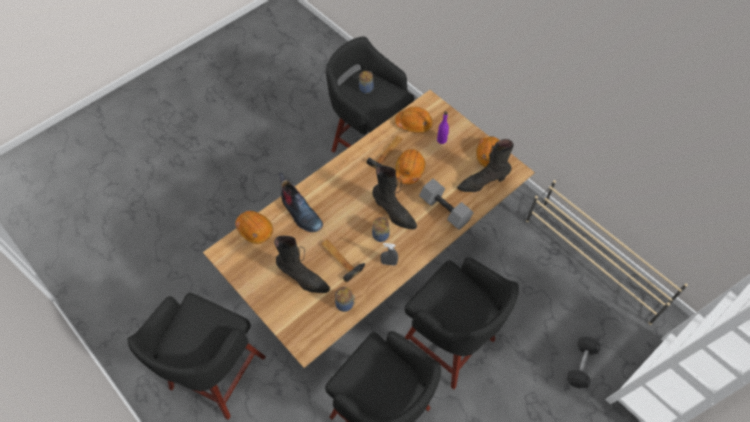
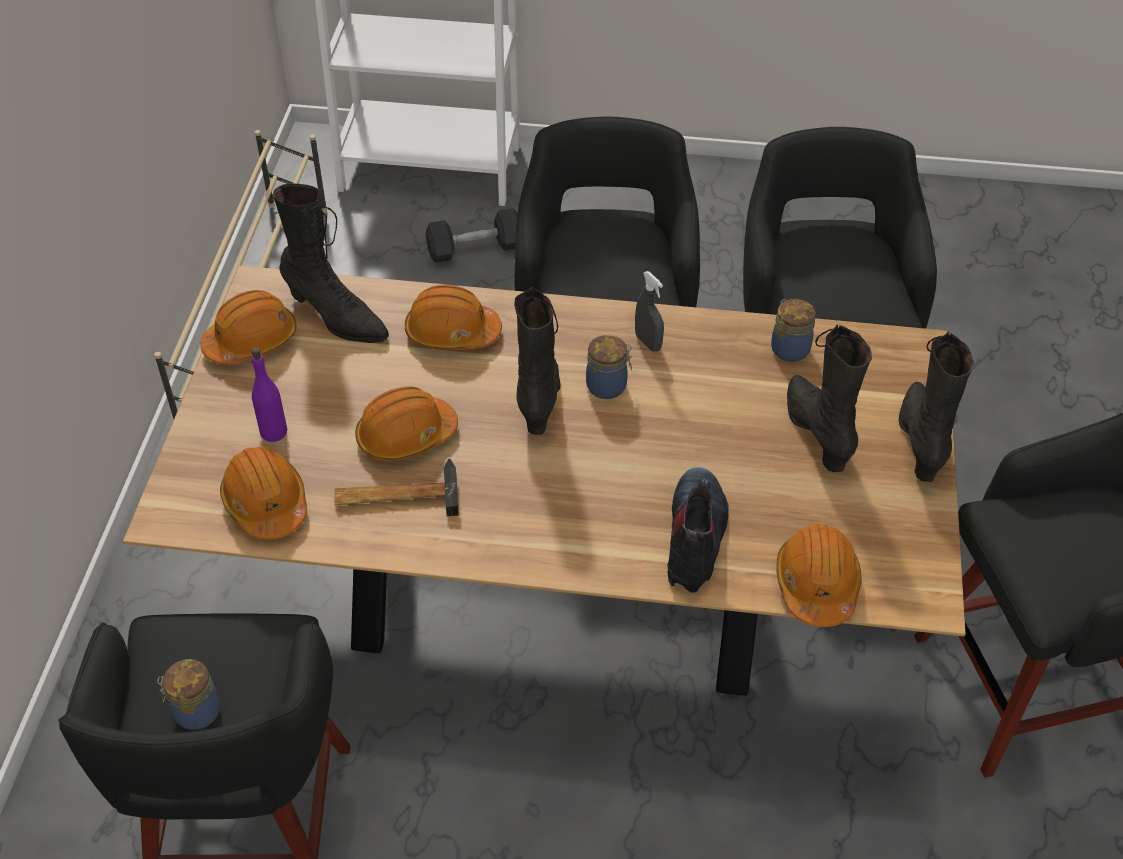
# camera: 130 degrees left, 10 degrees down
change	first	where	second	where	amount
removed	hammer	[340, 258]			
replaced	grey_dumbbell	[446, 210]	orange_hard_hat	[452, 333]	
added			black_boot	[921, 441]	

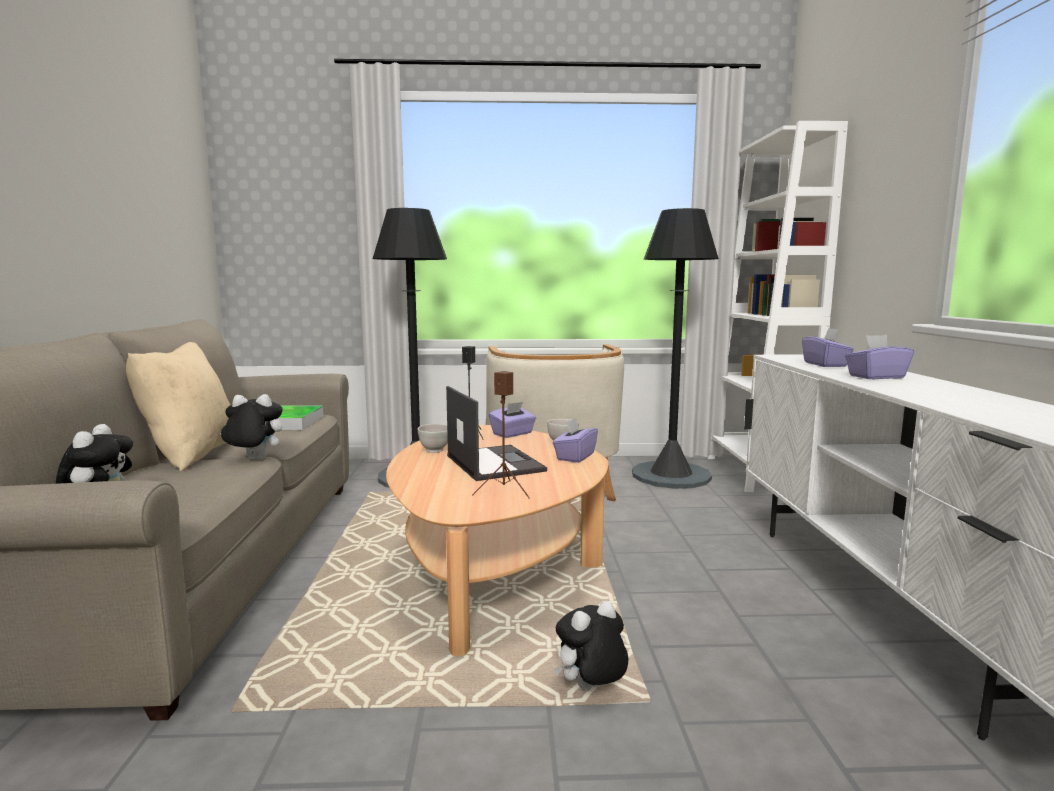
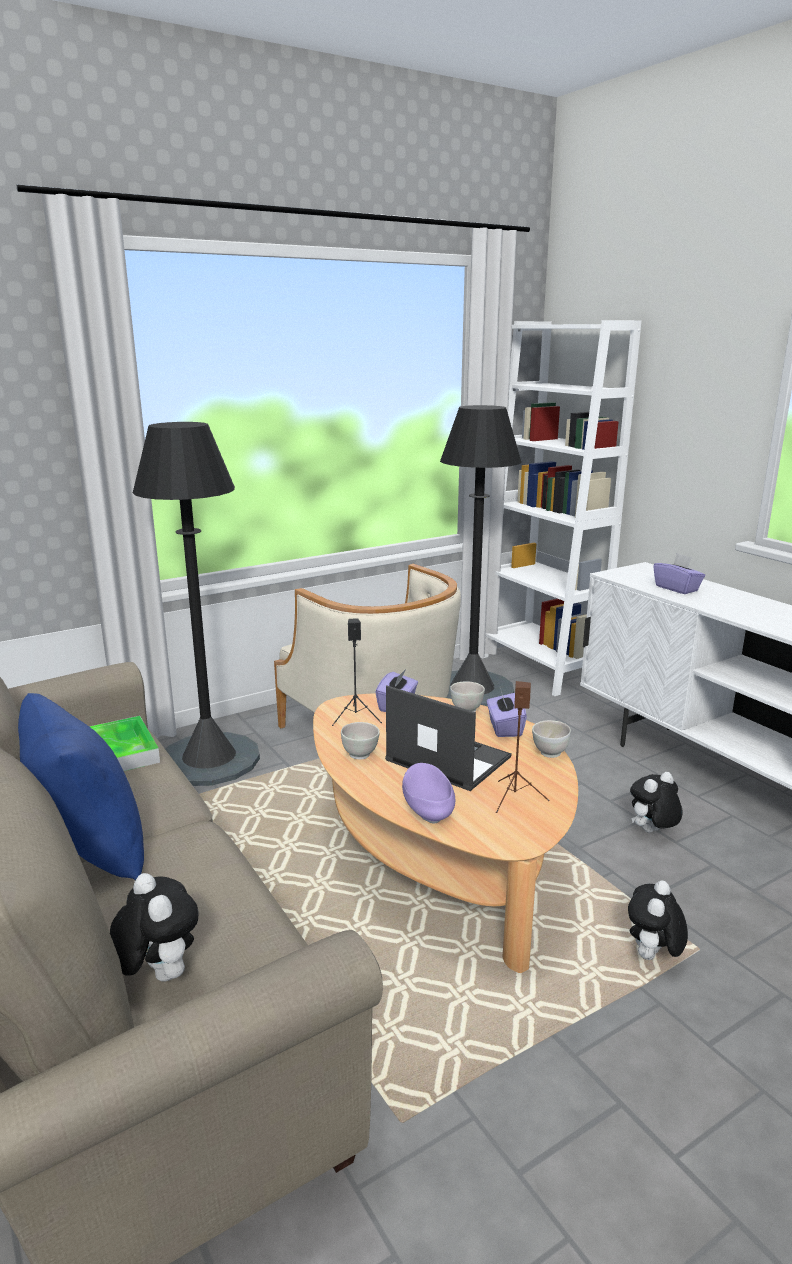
# camera: 30 degrees left, 10 degrees up
change	first	where	second	where	amount
recoloured	beige_pillow	[191, 454]	blue_pillow	[89, 848]	
moved	plush_toy	[254, 459]		[652, 832]	
removed	purple_tissue_box	[876, 377]			
added			purple_bowl	[428, 807]	
added			white_bowl	[549, 753]	

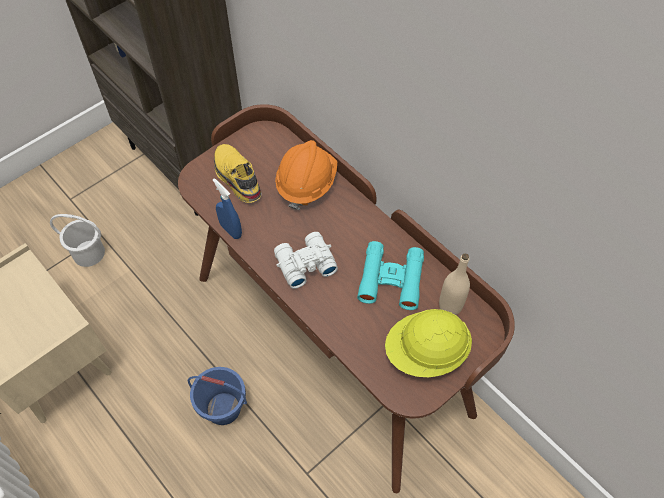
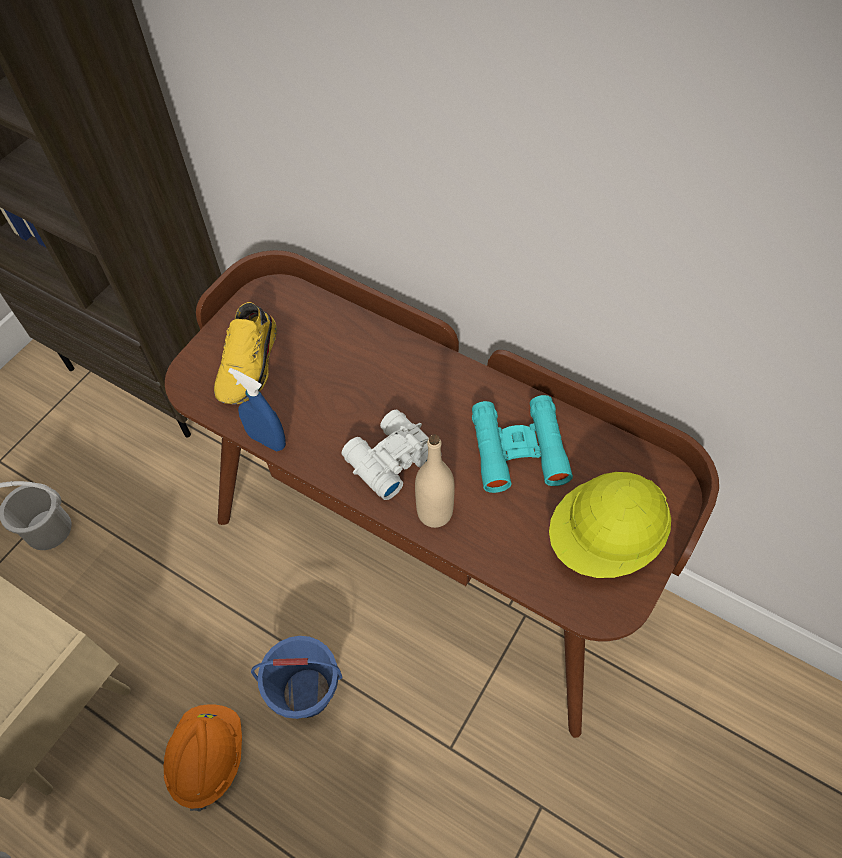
# camera: 15 degrees left, 0 degrees up
change	first	where	second	where	amount
turned	yellow_shoe	[236, 178]		[250, 365]	120 degrees counterclockwise
moved	orange_hard_hat	[306, 183]		[208, 758]	
moved	beige_bottle	[450, 306]		[434, 513]	

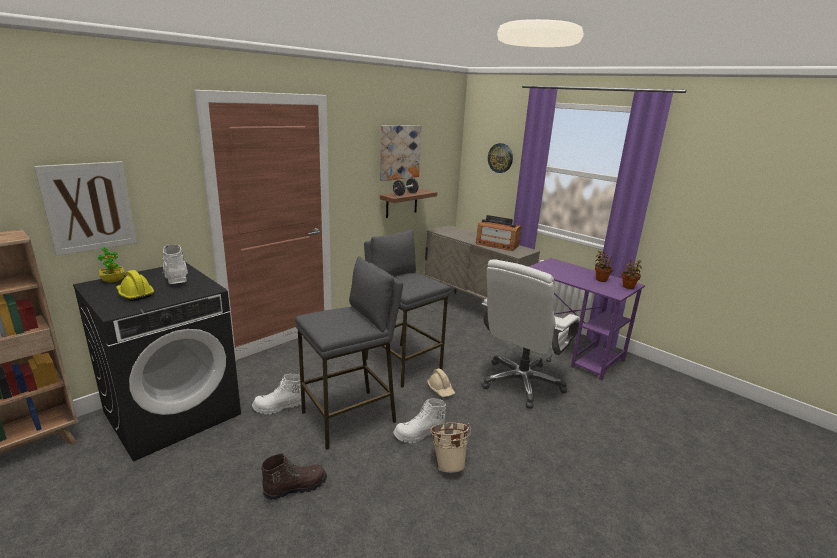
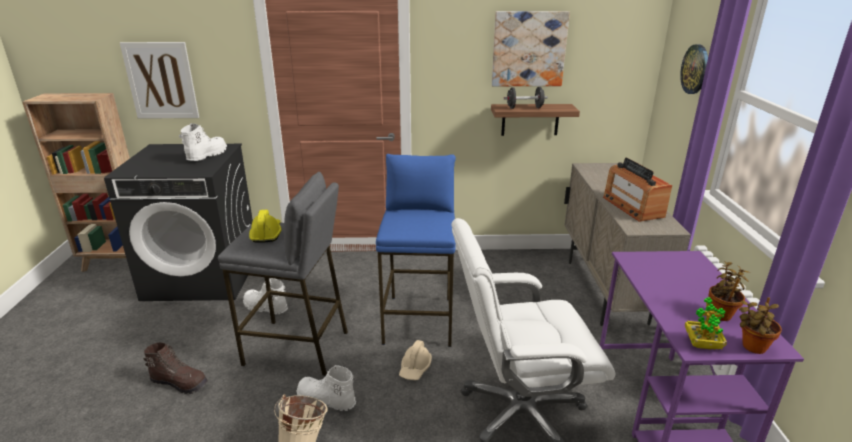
# camera: 45 degrees right, 5 degrees up
change	first	where	second	where	amount
moved	potted_plant	[113, 280]		[702, 344]	
moved	yellow_hard_hat	[135, 294]		[266, 234]	
recoloured	grey_stool	[402, 364]	blue_stool	[419, 320]	

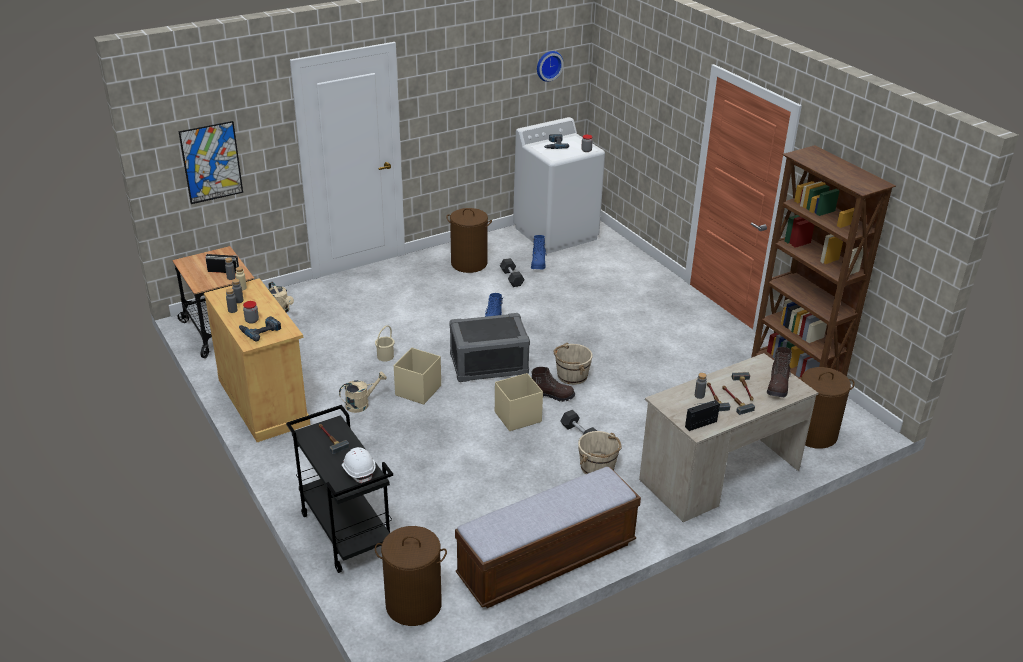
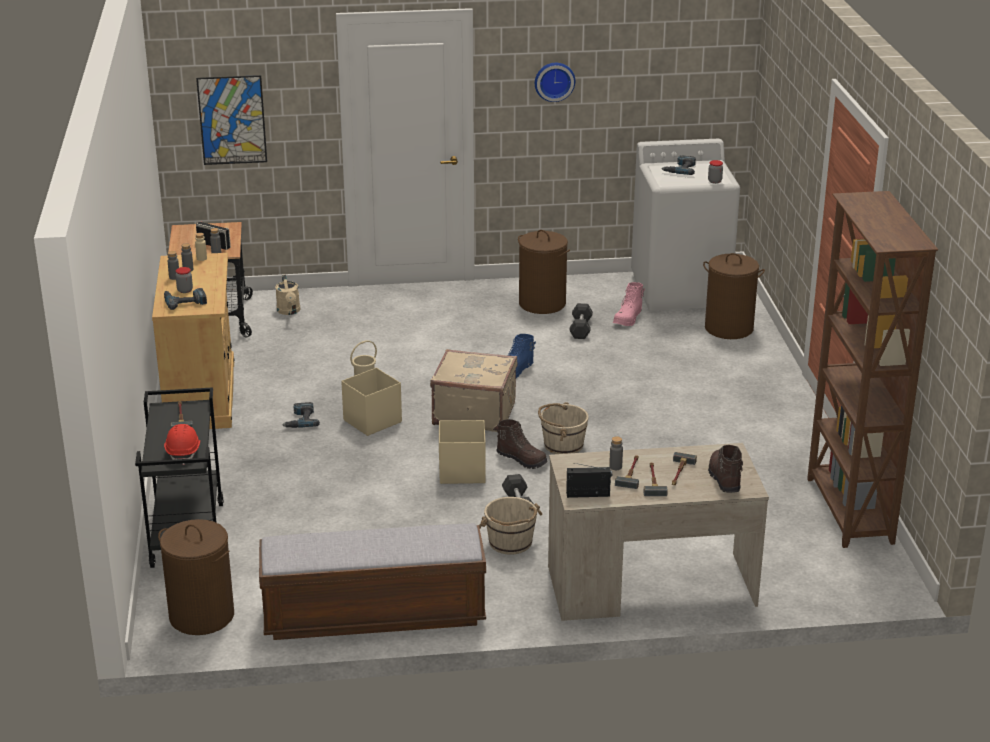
# camera: 25 degrees right, 5 degrees down
change	first	where	second	where	amount
replaced	beige_watering_can	[361, 404]	power_drill	[300, 420]	
recoloured	white_hard_hat	[359, 471]	red_hard_hat	[183, 452]	
replaced	grey_storage_box	[488, 365]	beige_suitcase	[474, 413]	
recoloured	blue_boot	[538, 263]	pink_boot	[628, 319]	
moved	wall_clock	[548, 65]		[554, 81]	
turned	brown_boot	[778, 386]		[724, 479]	135 degrees clockwise
moved	brown_laundry_basket	[814, 434]		[729, 328]	

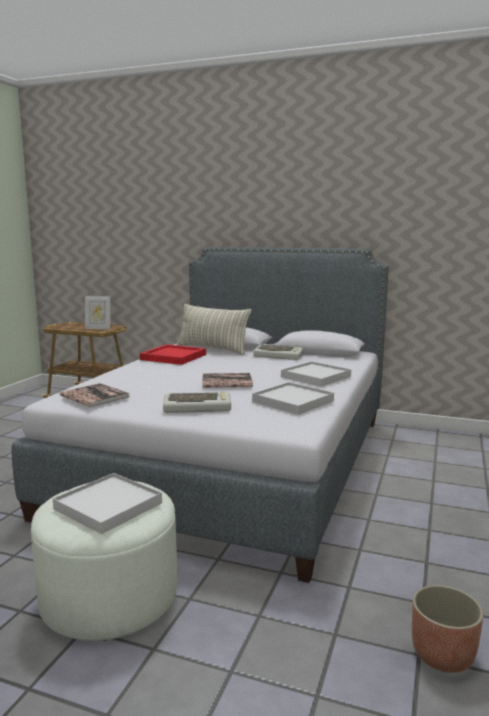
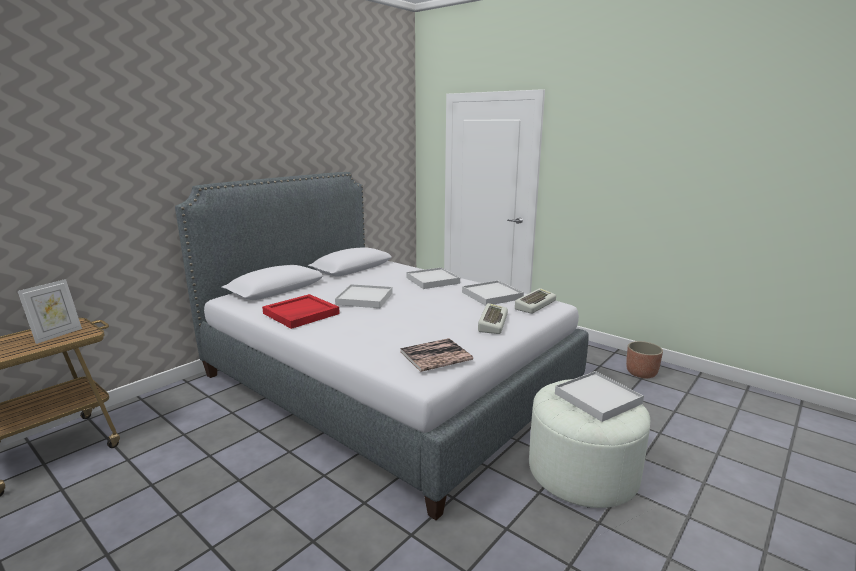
# camera: 70 degrees left, 5 degrees up
change	first	where	second	where	amount
removed	pillow	[212, 349]			
removed	book	[227, 381]			
moved	keyboard	[278, 356]		[534, 304]	
added			white_tray	[365, 299]	

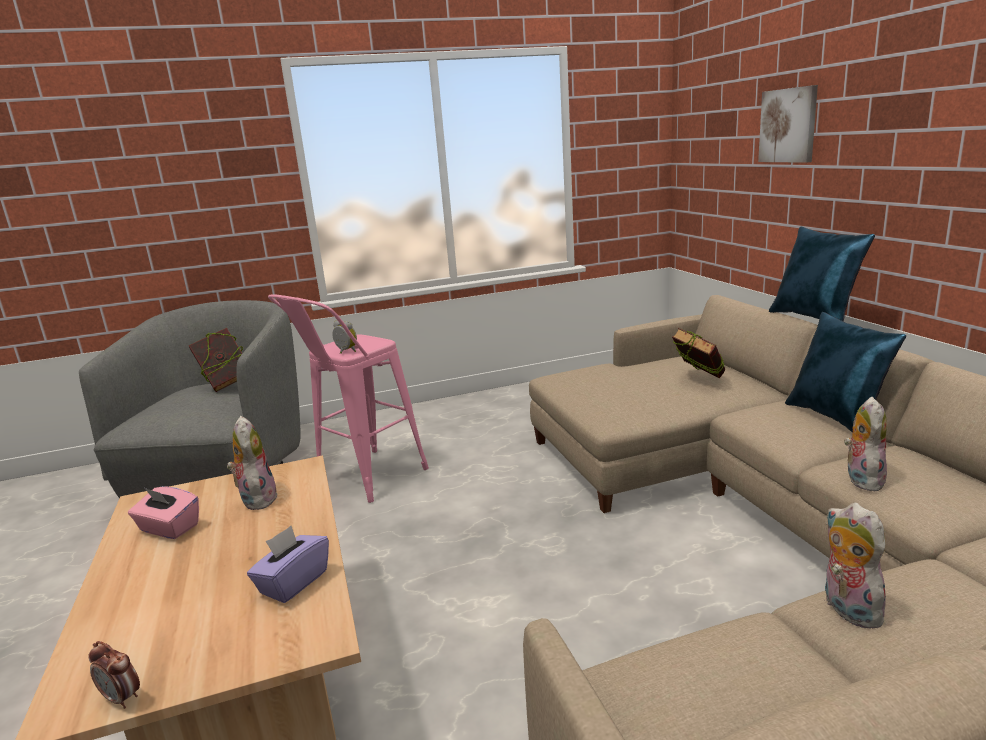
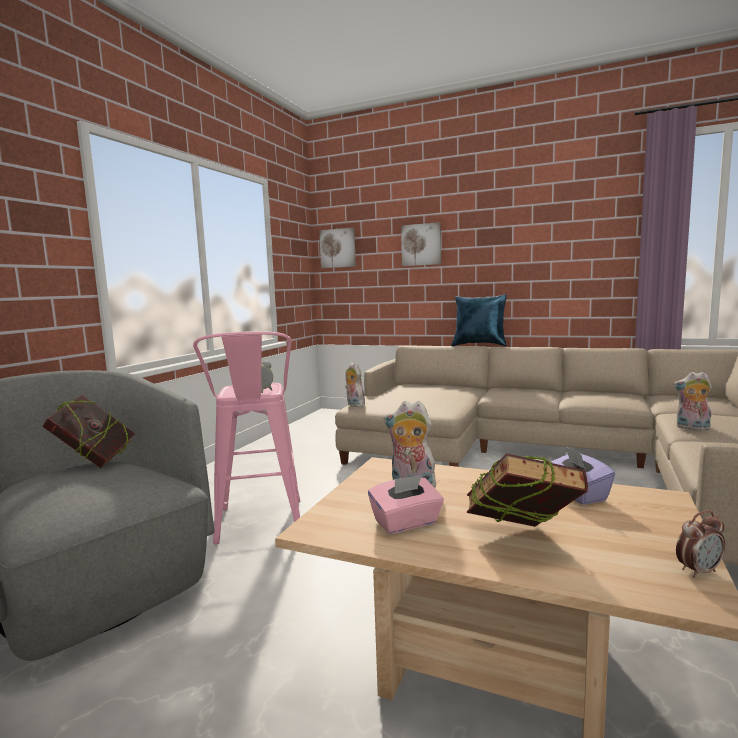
# camera: 50 degrees left, 10 degrees down
change	first	where	second	where	amount
moved	book	[698, 380]		[521, 542]	
removed	blue_pillow	[837, 419]			
moved	plush_toy	[861, 479]		[354, 405]	
added			picture	[338, 248]	

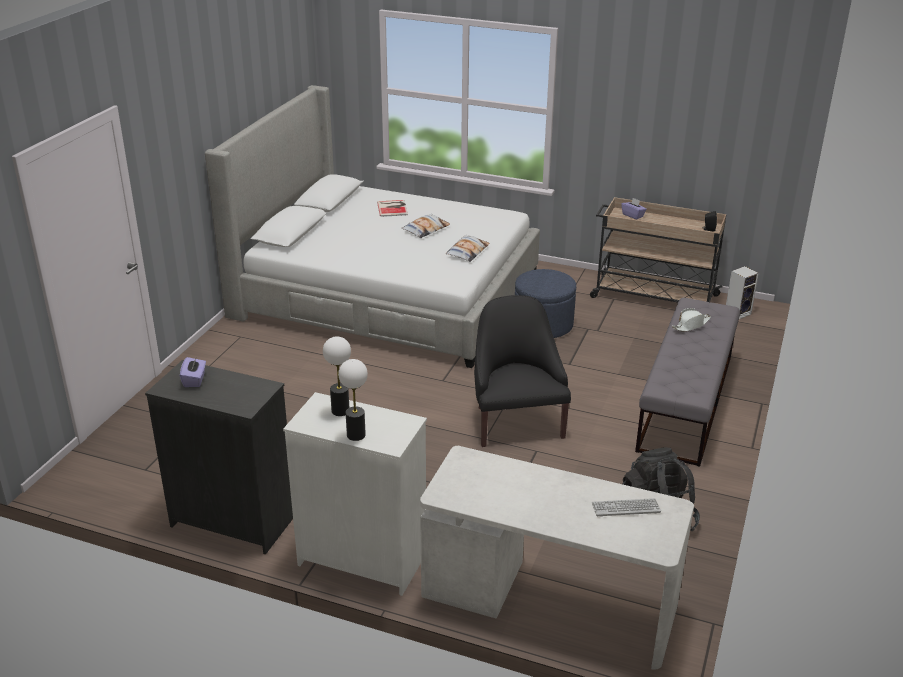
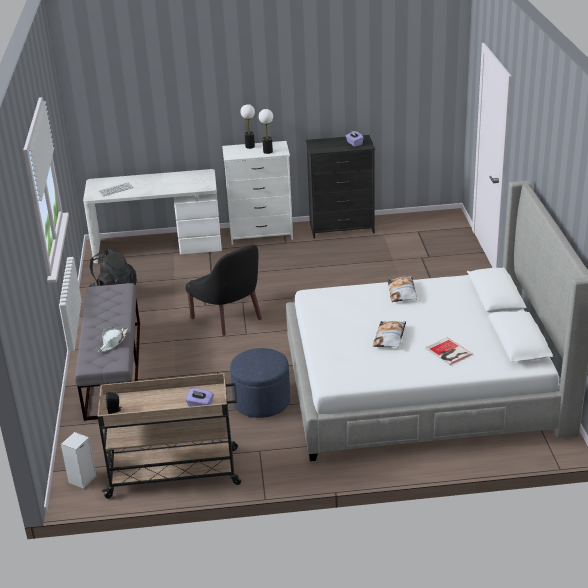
# camera: 155 degrees right, 0 degrees up
change	first	where	second	where	amount
moved	pillow	[467, 252]		[402, 292]	

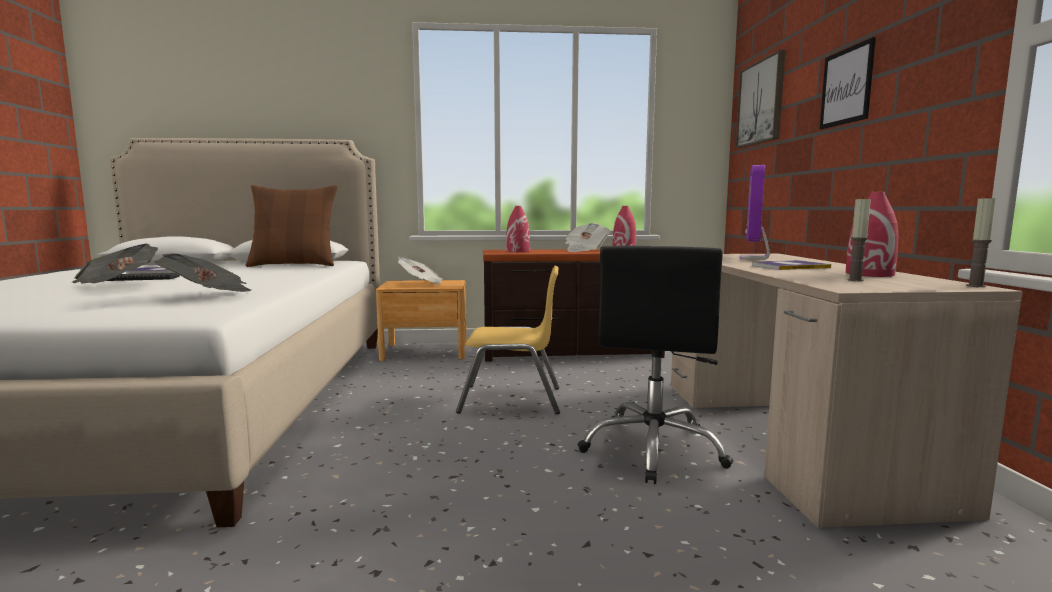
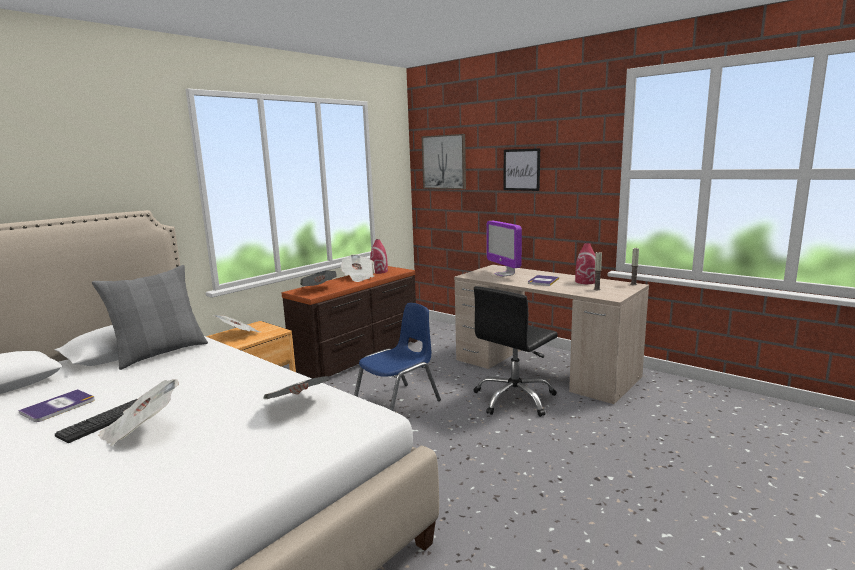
# camera: 45 degrees left, 5 degrees up
change	first	where	second	where	amount
recoloured	brown_pillow	[294, 265]	grey_pillow	[160, 353]	
recoloured	yellow_chair	[511, 400]	blue_chair	[398, 403]	
replaced	red_vase	[518, 251]	newspaper	[319, 289]	
turned	black_office_chair	[653, 449]		[514, 399]	75 degrees clockwise

